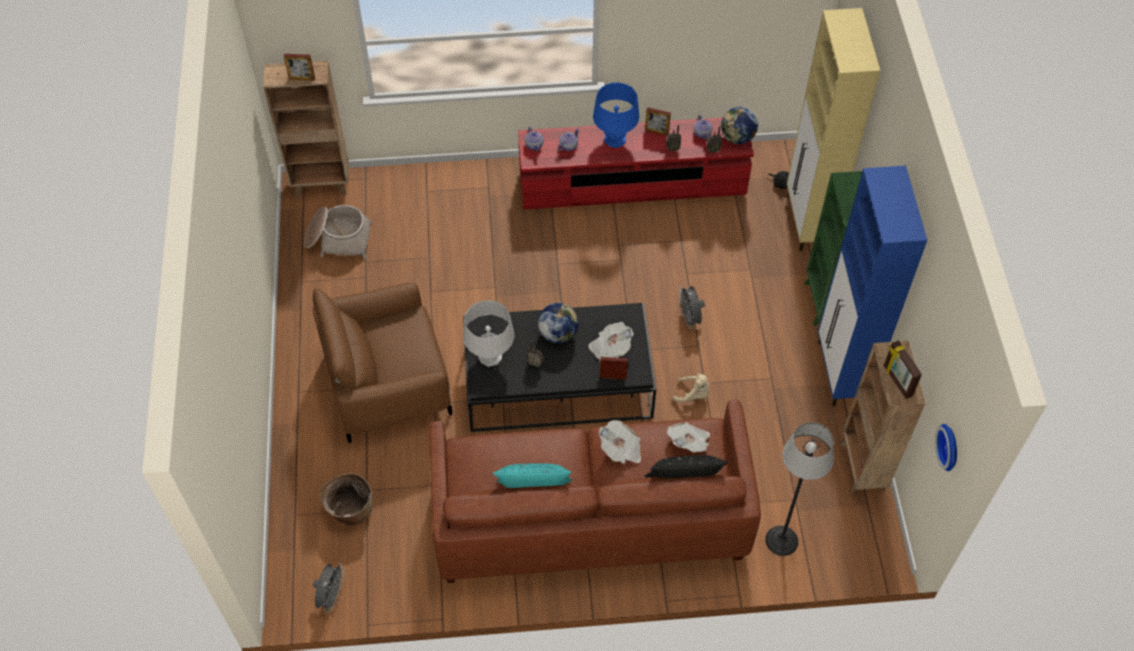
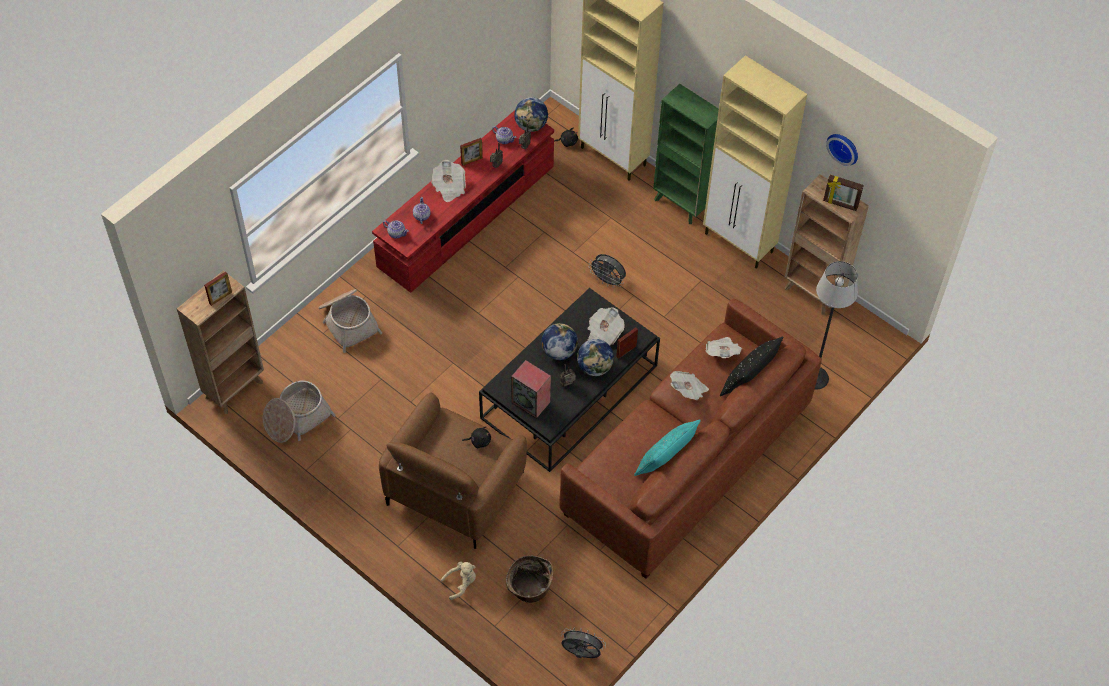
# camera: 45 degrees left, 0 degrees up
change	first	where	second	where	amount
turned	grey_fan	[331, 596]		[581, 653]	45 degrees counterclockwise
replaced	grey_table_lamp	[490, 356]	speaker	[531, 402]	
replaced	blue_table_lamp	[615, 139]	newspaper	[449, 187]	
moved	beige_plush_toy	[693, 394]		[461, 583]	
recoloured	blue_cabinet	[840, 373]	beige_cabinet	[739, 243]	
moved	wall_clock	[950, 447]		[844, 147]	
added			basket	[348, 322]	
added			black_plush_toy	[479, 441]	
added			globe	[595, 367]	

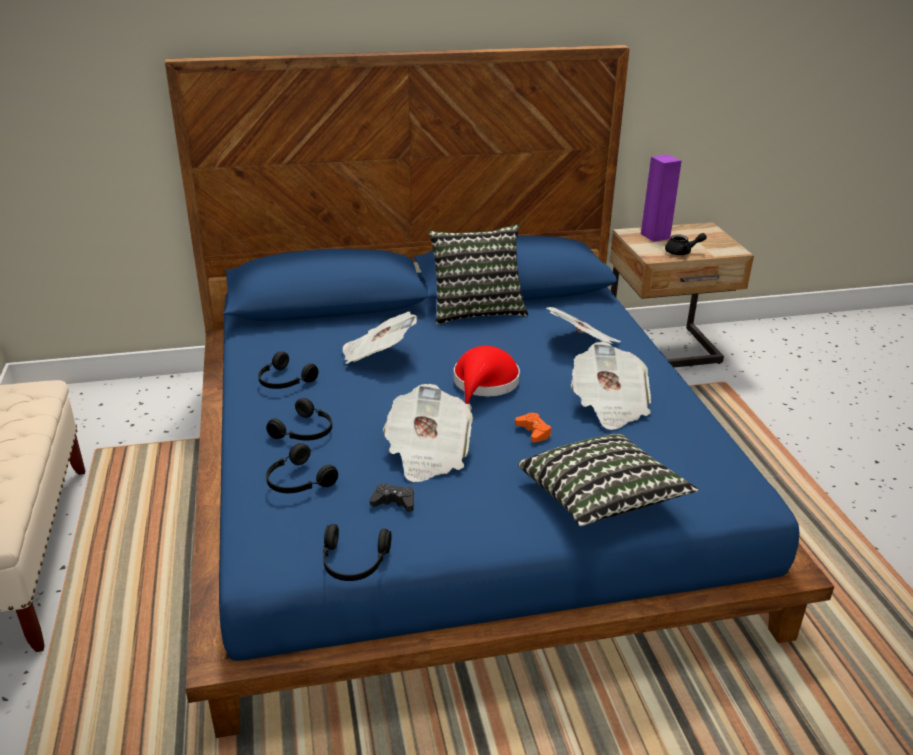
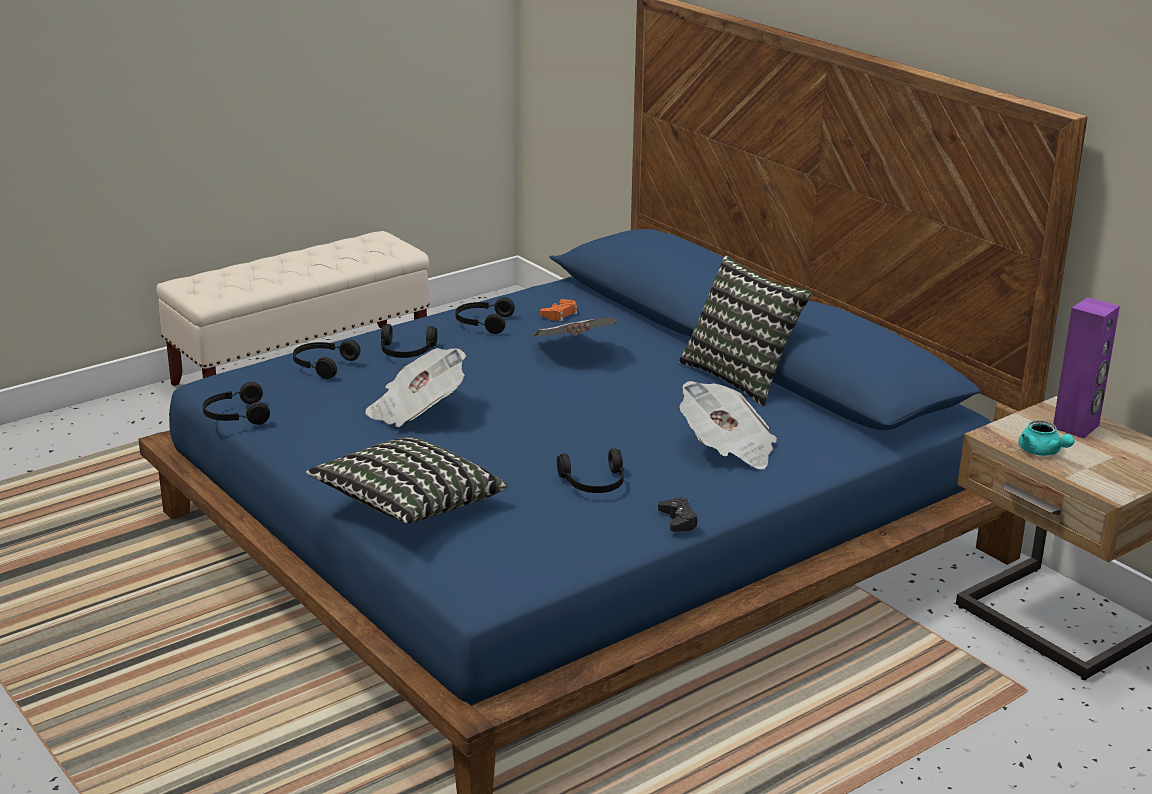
# camera: 65 degrees right, 5 degrees down
change	first	where	second	where	amount
moved	black_game_controller	[394, 502]		[678, 520]	
removed	red_hat	[484, 385]			
moved	orange_game_controller	[533, 431]		[560, 314]	
replaced	newspaper	[609, 405]	black_headphones	[594, 484]	
recoloured	black_teapot	[682, 252]	turquoise_teapot	[1042, 452]	

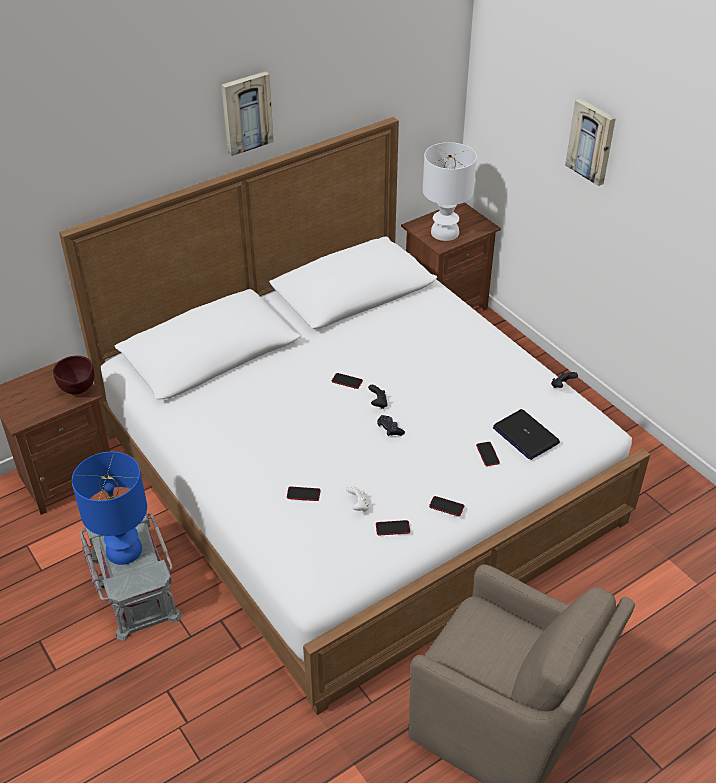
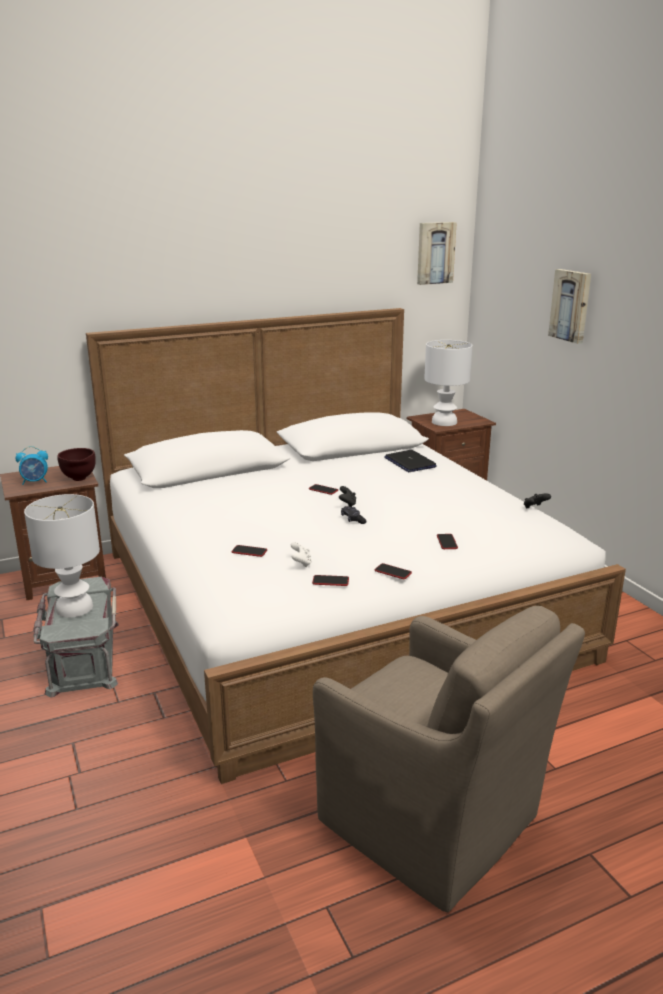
# camera: 10 degrees right, 20 degrees down
change	first	where	second	where	amount
recoloured	blue_table_lamp	[124, 551]	white_table_lamp	[74, 608]	
moved	picture	[246, 112]		[435, 253]	
moved	laptop	[525, 435]		[409, 462]	
added			alarm_clock	[35, 482]	

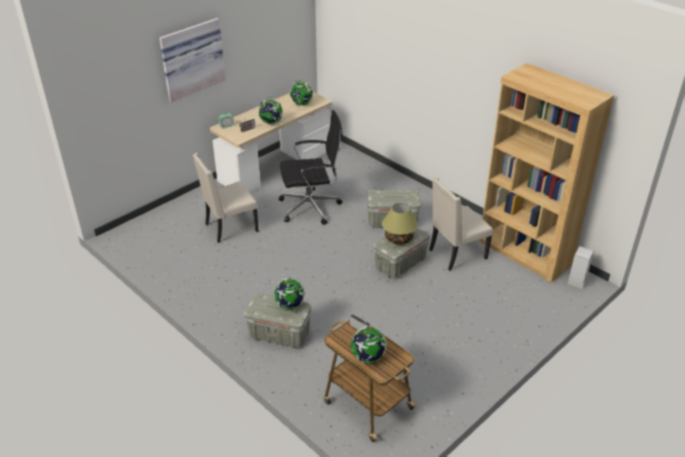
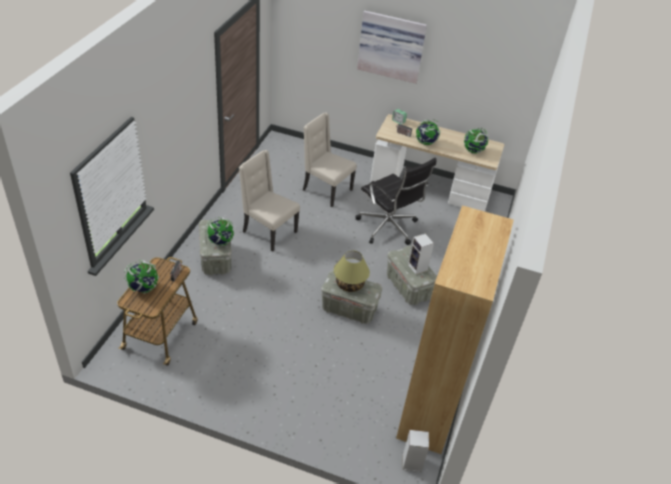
# camera: 60 degrees right, 5 degrees up
change	first	where	second	where	amount
moved	beige_chair	[456, 254]		[268, 232]	
added			speaker	[418, 268]	

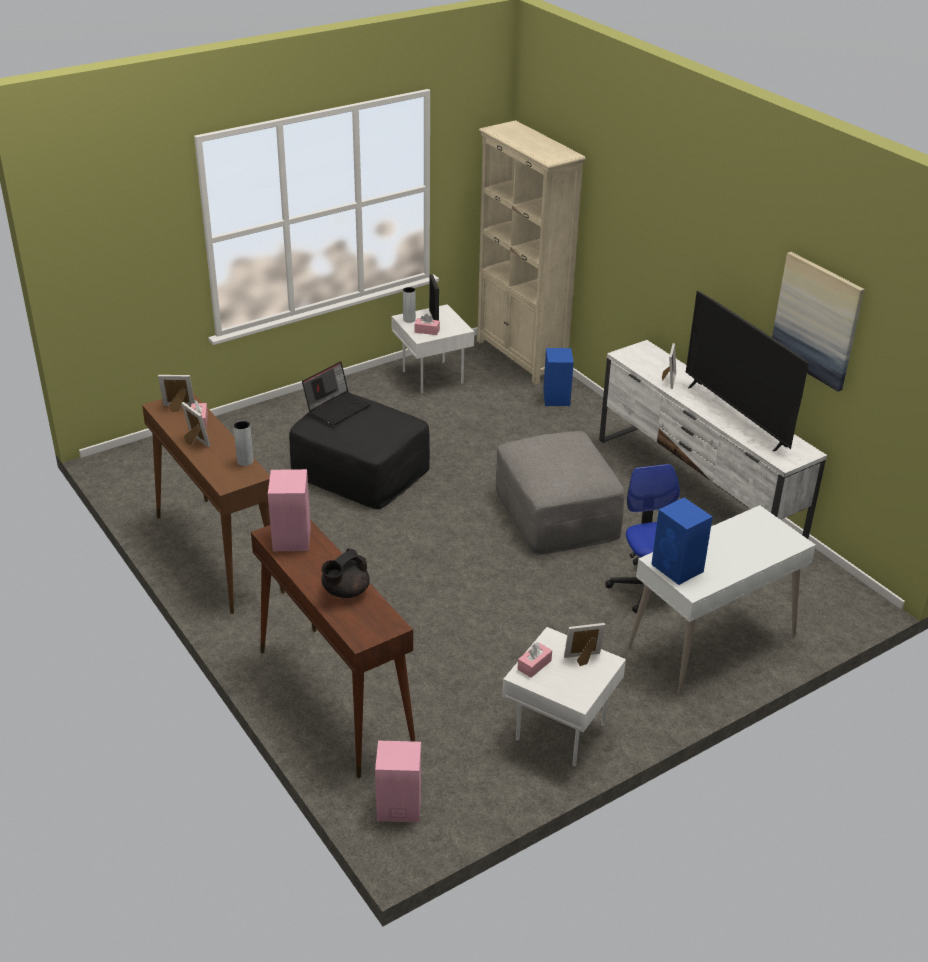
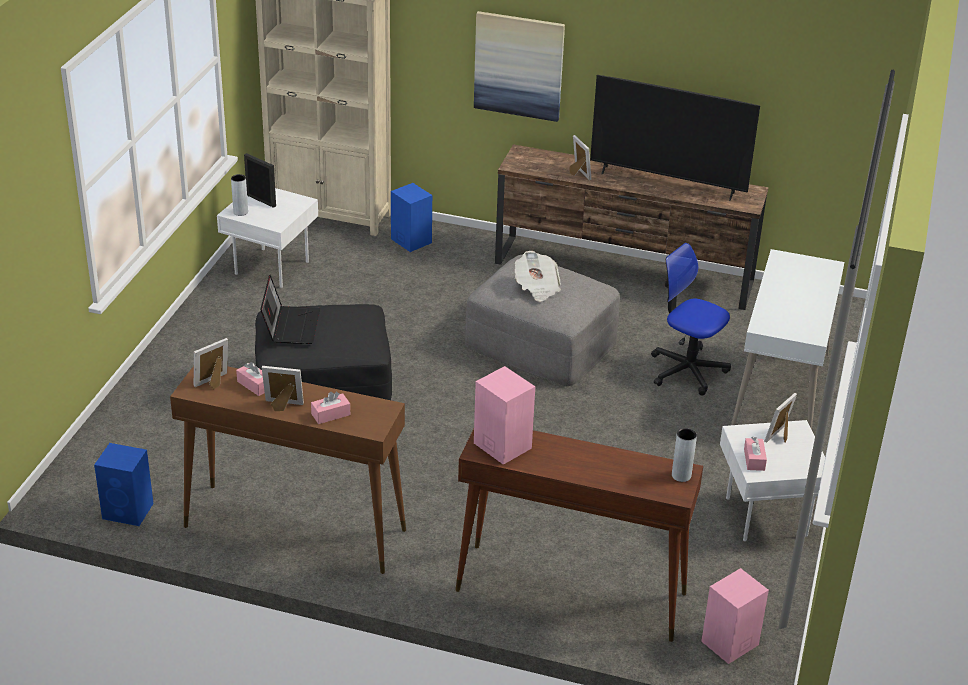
# camera: 40 degrees left, 0 degrees up
change	first	where	second	where	amount
moved	grey_vase	[245, 461]		[681, 475]	
removed	black_teapot	[345, 591]			
moved	pink_tissue_box	[427, 331]		[330, 414]	
recoloured	white_tv_stand	[697, 491]	brown_tv_stand	[624, 272]	
moved	blue_speaker	[678, 568]		[129, 511]	
moved	picture	[817, 320]		[519, 65]	
added			newspaper	[537, 287]	

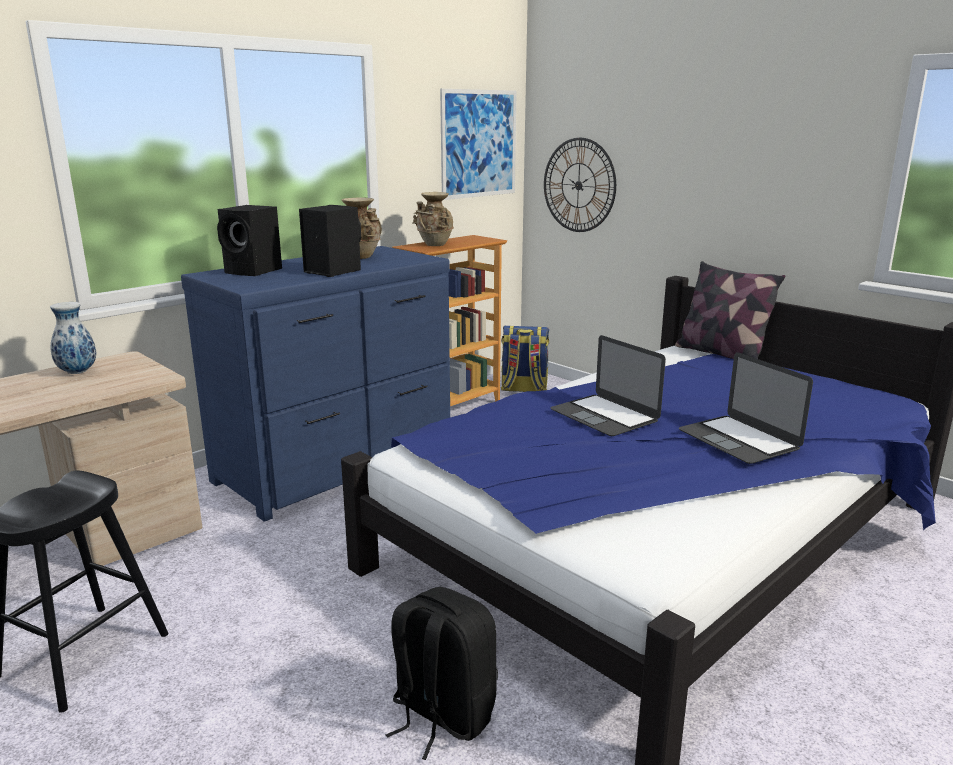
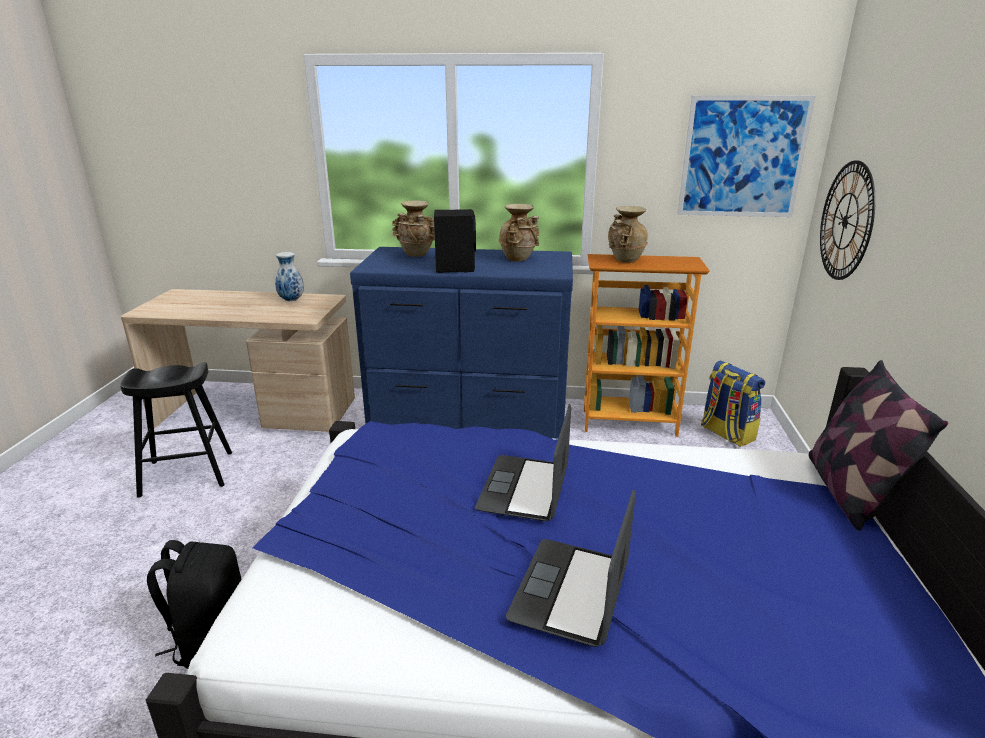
# camera: 50 degrees right, 5 degrees up
change	first	where	second	where	amount
replaced	black_speaker	[254, 271]	beige_vase	[416, 255]	

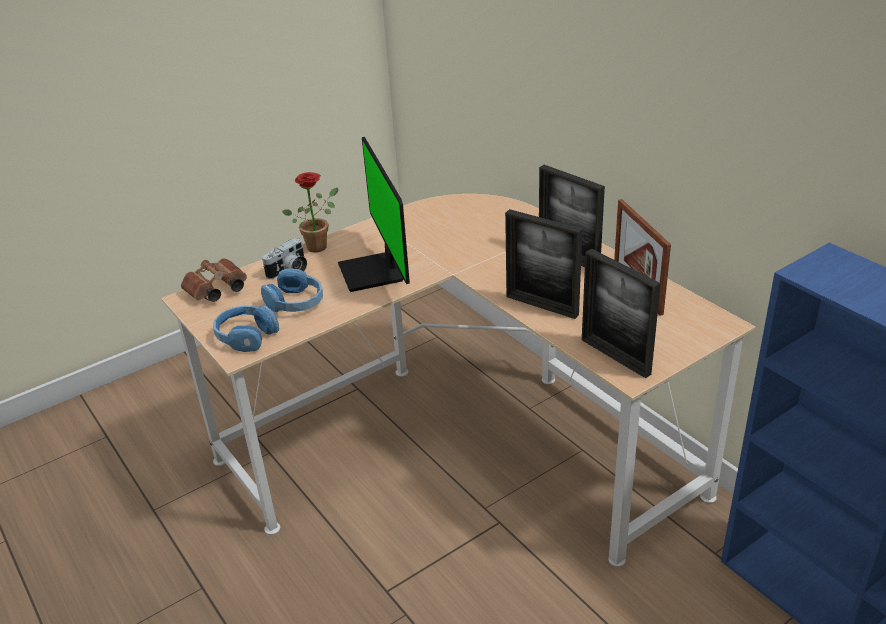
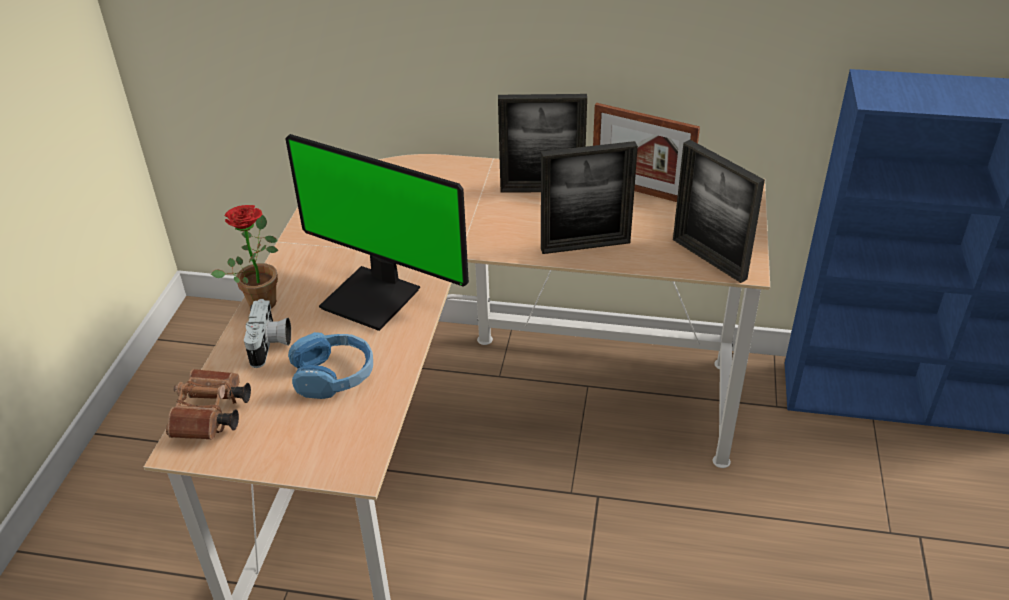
# camera: 45 degrees left, 5 degrees up
change	first	where	second	where	amount
removed	blue_headphones	[246, 336]			
turned	picture_frame	[615, 356]		[709, 259]	45 degrees clockwise

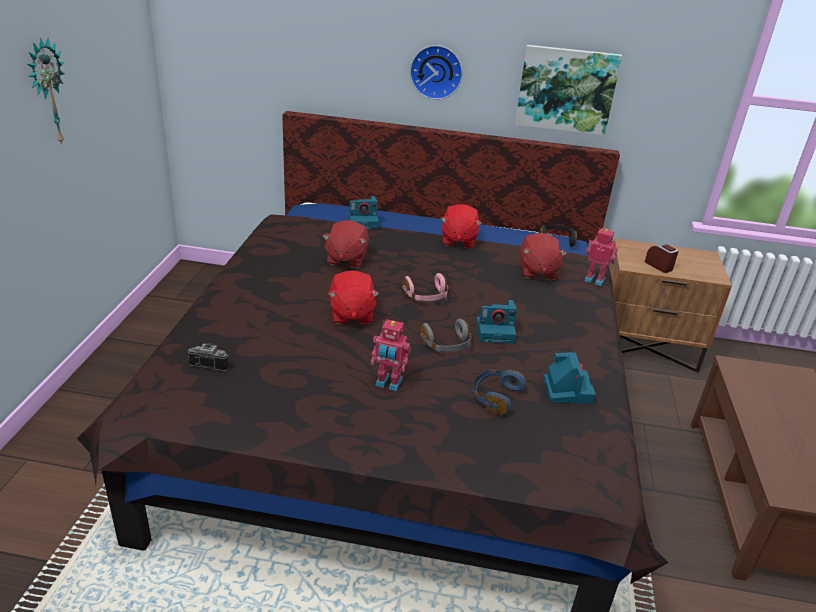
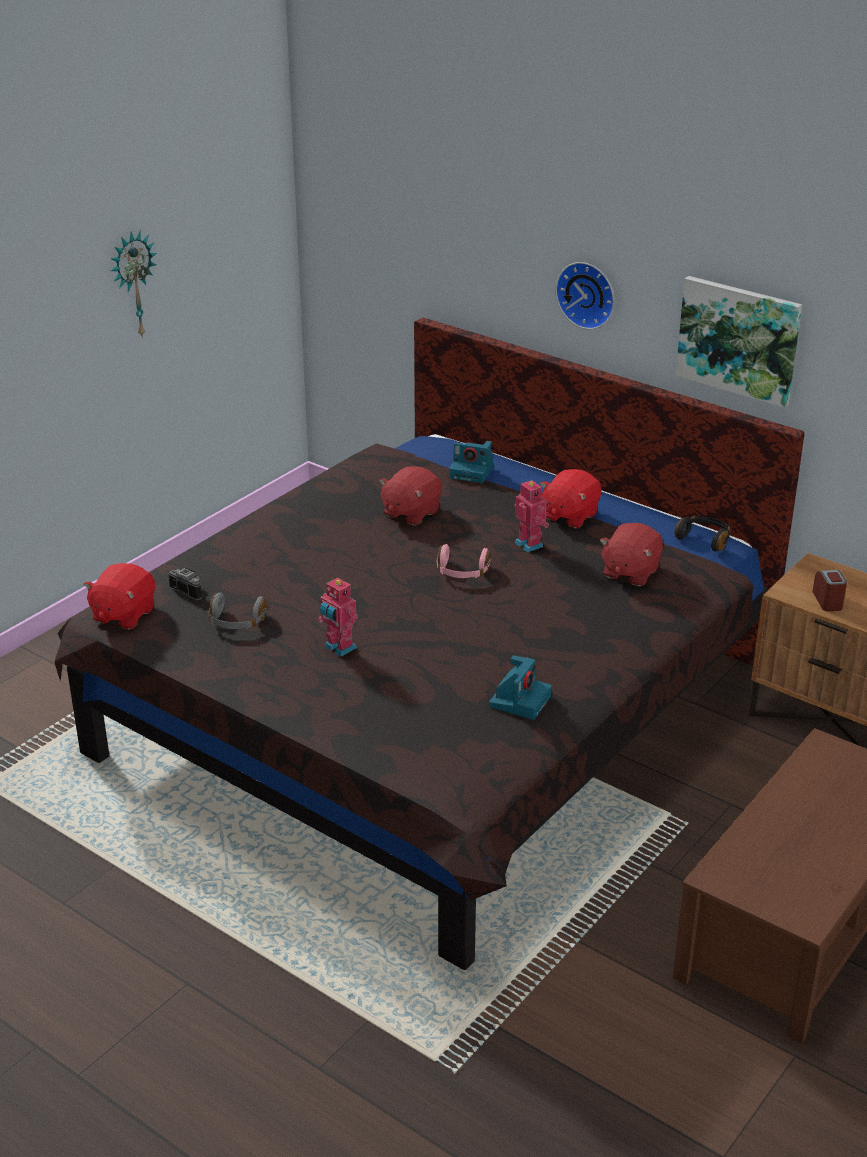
# camera: 30 degrees right, 0 degrees up
change	first	where	second	where	amount
moved	red_plush_toy	[351, 314]		[123, 615]	
moved	grey_headphones	[446, 345]		[236, 622]	
removed	blue_headphones	[495, 397]			
removed	photo_camera	[496, 331]			
moved	toy_robot	[595, 279]		[530, 544]	

